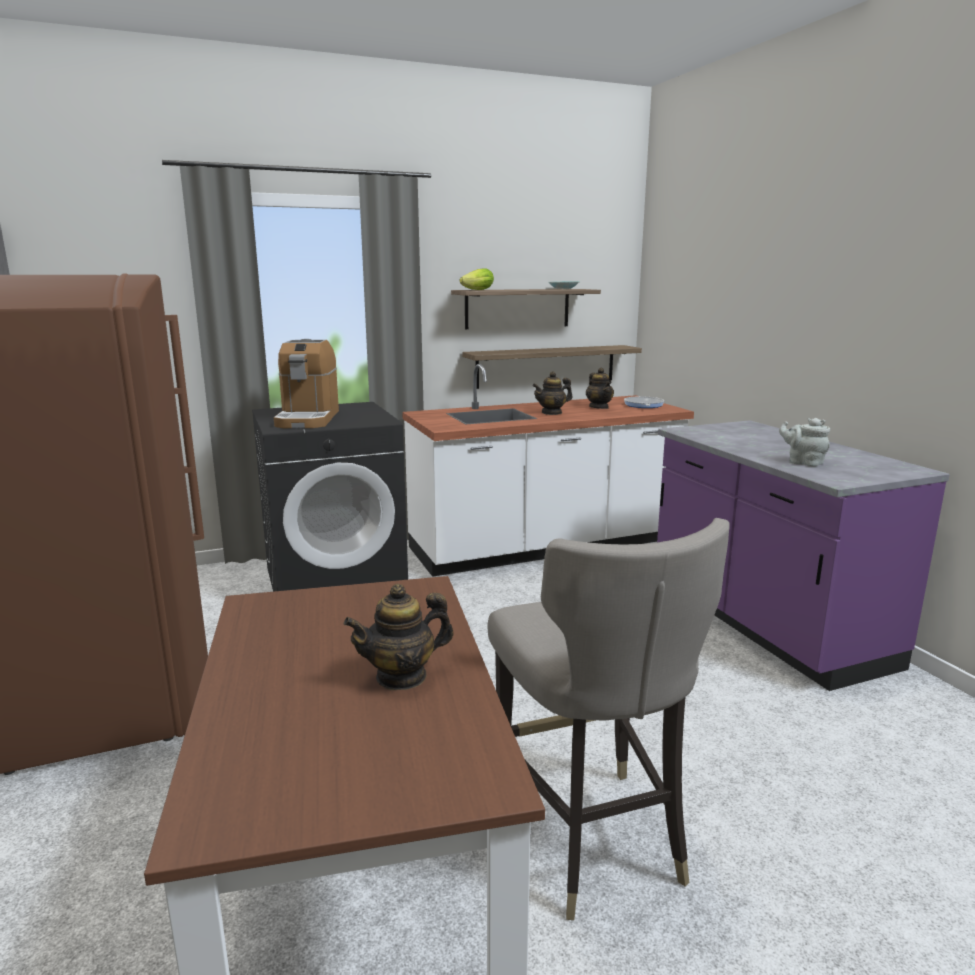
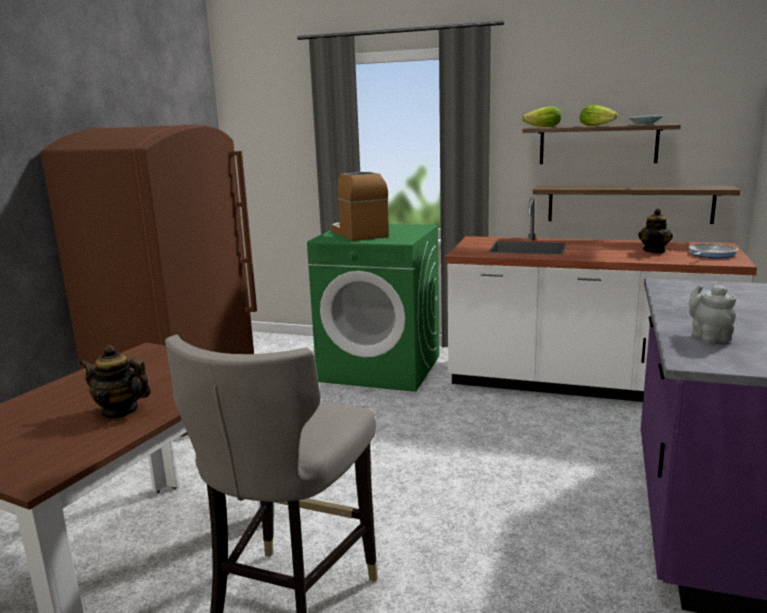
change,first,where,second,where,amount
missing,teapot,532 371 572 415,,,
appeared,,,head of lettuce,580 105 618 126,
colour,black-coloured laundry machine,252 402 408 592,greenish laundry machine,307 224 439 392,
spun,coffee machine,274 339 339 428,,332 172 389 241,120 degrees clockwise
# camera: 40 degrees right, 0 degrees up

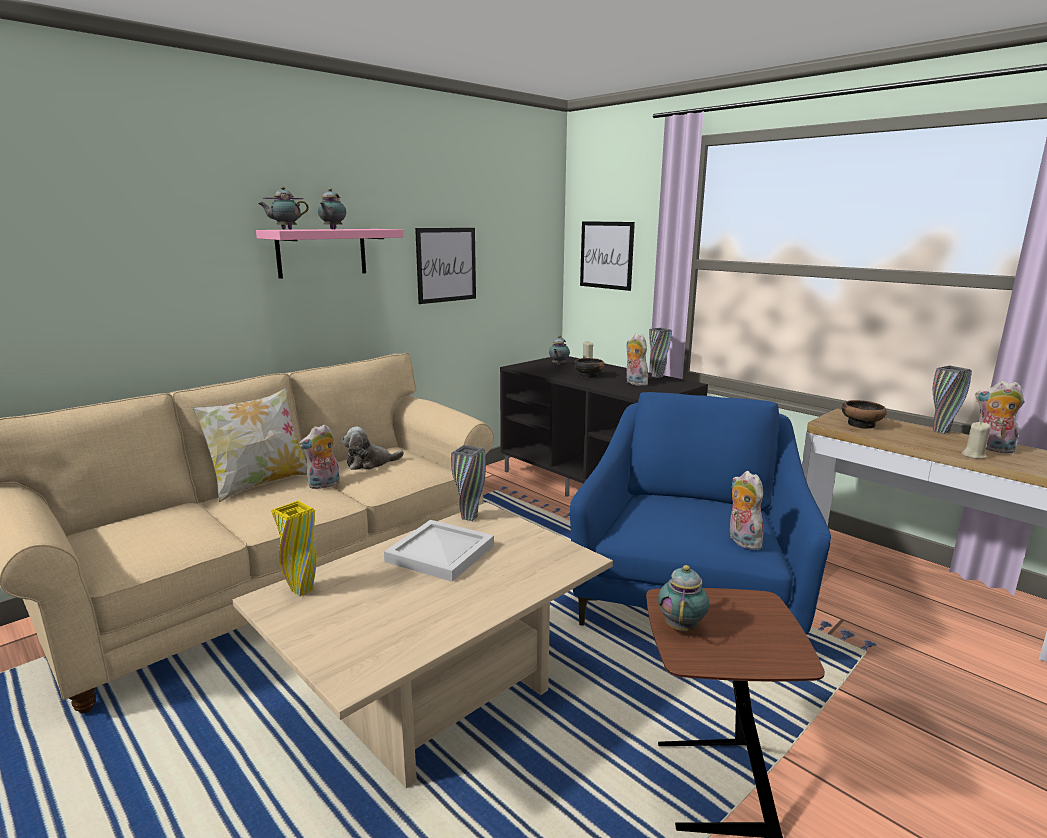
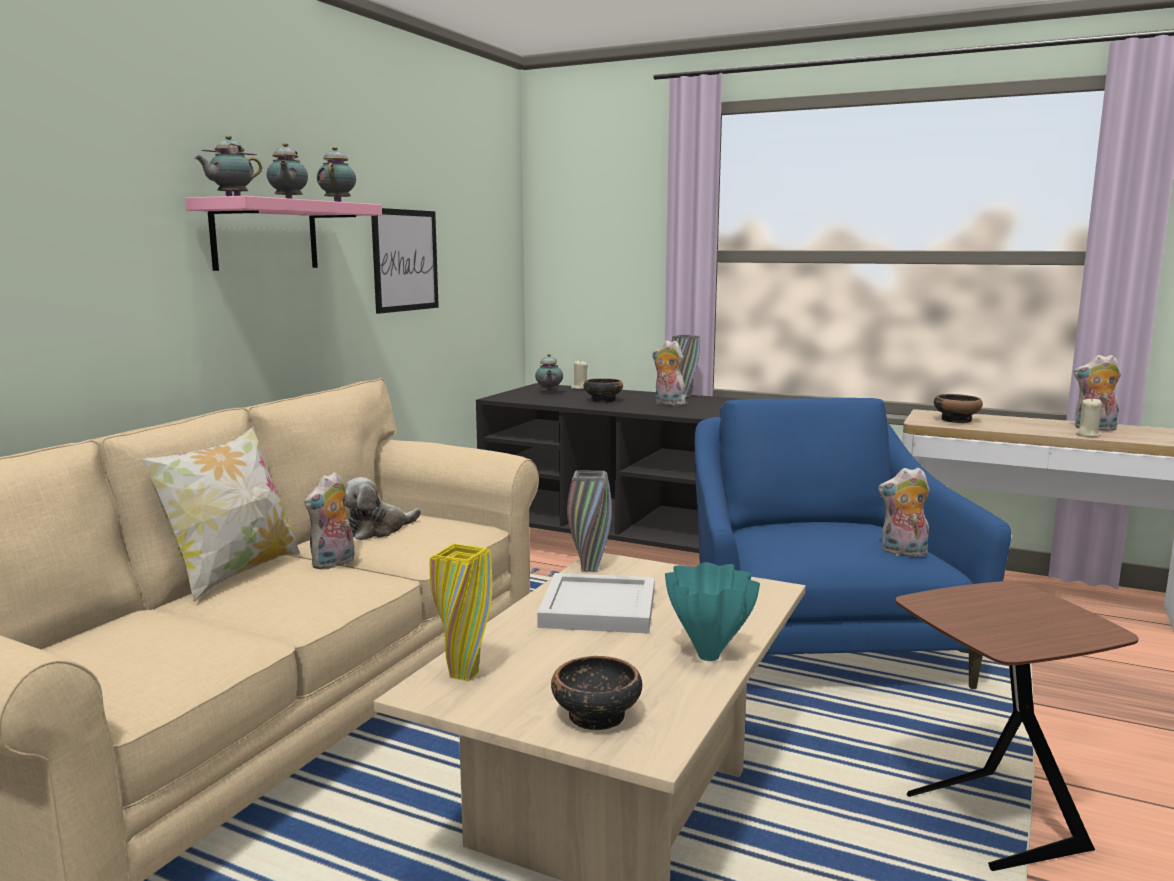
change,first,where,second,where,amount
missing,picture,580 221 635 291,,,
missing,greyish decorative vase,933 365 972 434,,,
appeared,,,deep dish,551 656 642 730,
appeared,,,blue-green decorative vase,665 562 760 661,
relocated,teapot,658 565 709 631,,317 147 356 202,
spun,plush toy,729 471 763 550,,878 467 930 557,45 degrees counterclockwise
# camera: 20 degrees left, 5 degrees down

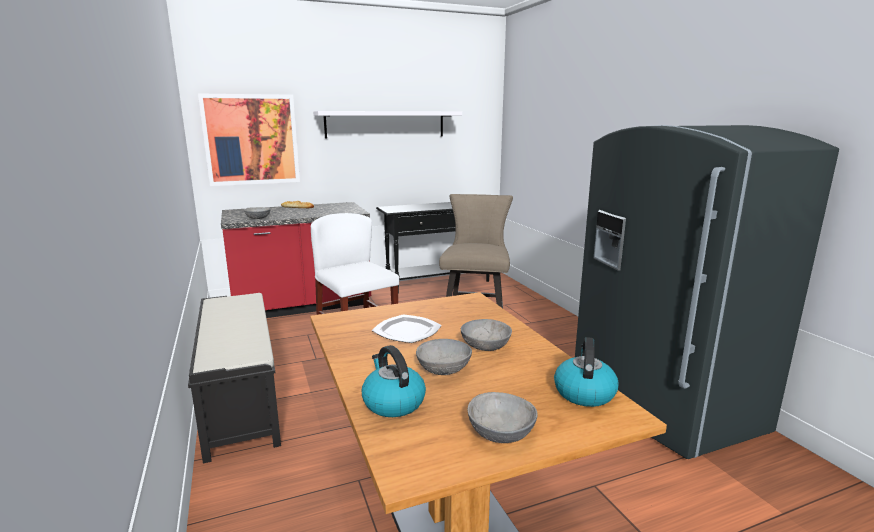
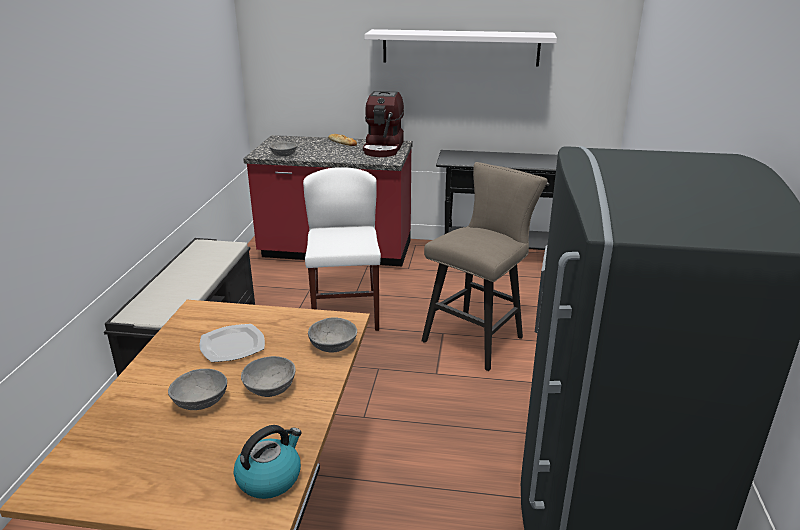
change,first,where,second,where,amount
missing,picture,198 93 300 186,,,
missing,water kettle,362 345 426 417,,,
appeared,,,coffee machine,363 91 404 157,
relocated,greyish deep dish,468 392 538 443,,308 317 357 352,
# camera: 30 degrees right, 10 degrees up

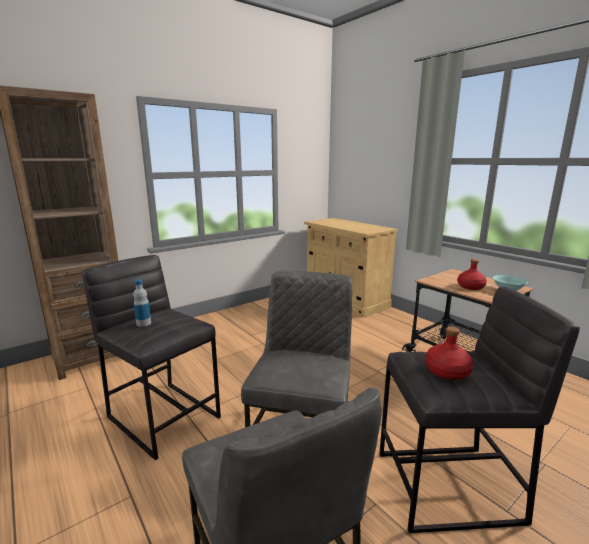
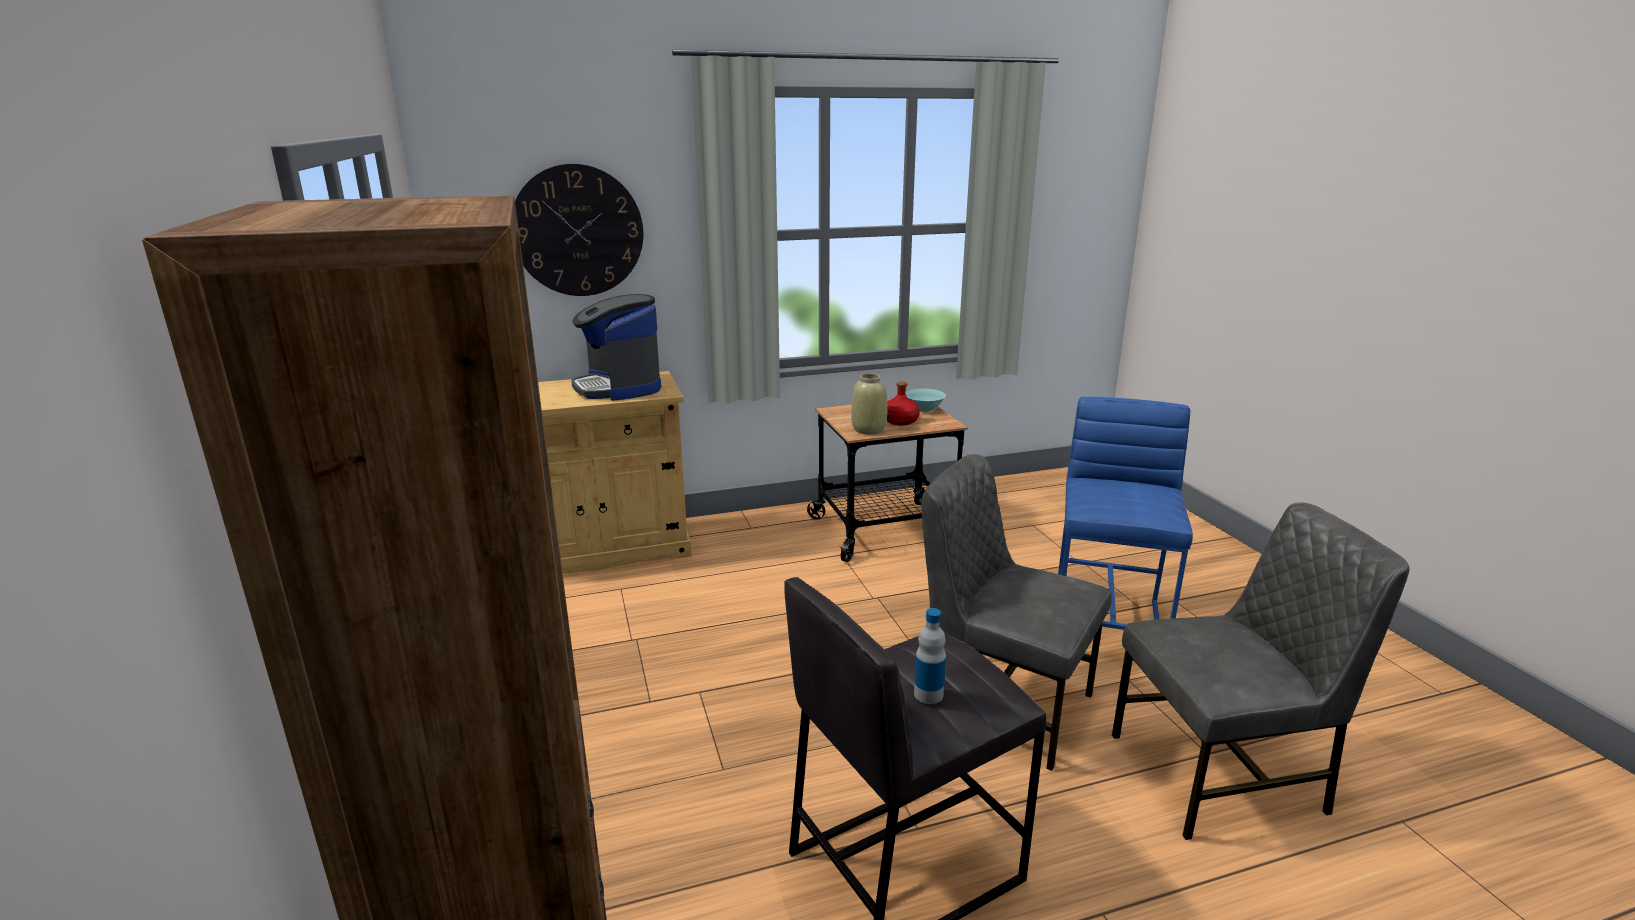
change,first,where,second,where,amount
missing,red bottle,425 326 473 380,,,
appeared,,,hanging clock,515 164 644 296,
appeared,,,coffee machine,571 294 661 401,
appeared,,,sand-coloured decorative vase,851 373 887 435,
colour,greyish sitting stool,379 287 580 533,blue sitting stool,1058 397 1193 630,
# camera: 70 degrees left, 5 degrees up

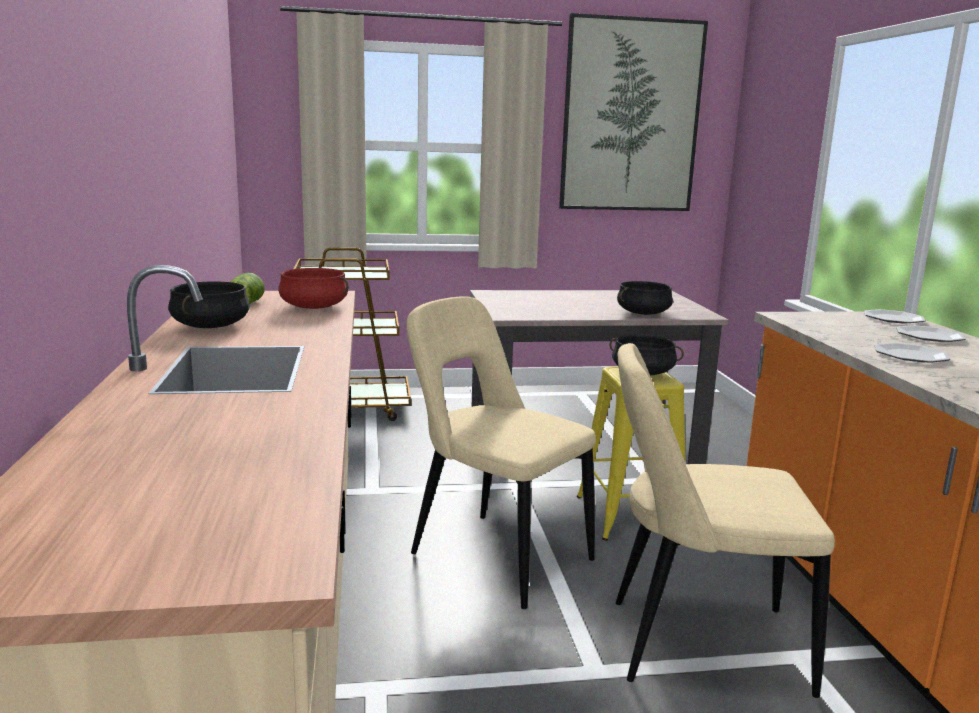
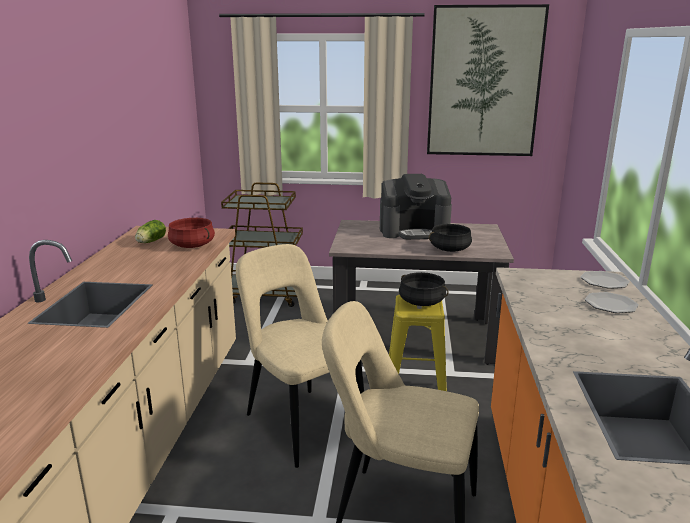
change,first,where,second,where,amount
missing,black-coloured cooking pot,168 282 250 328,,,
missing,flat dish,875 343 950 363,,,
appeared,,,coffee machine,380 174 452 240,
# camera: 15 degrees right, 5 degrees up

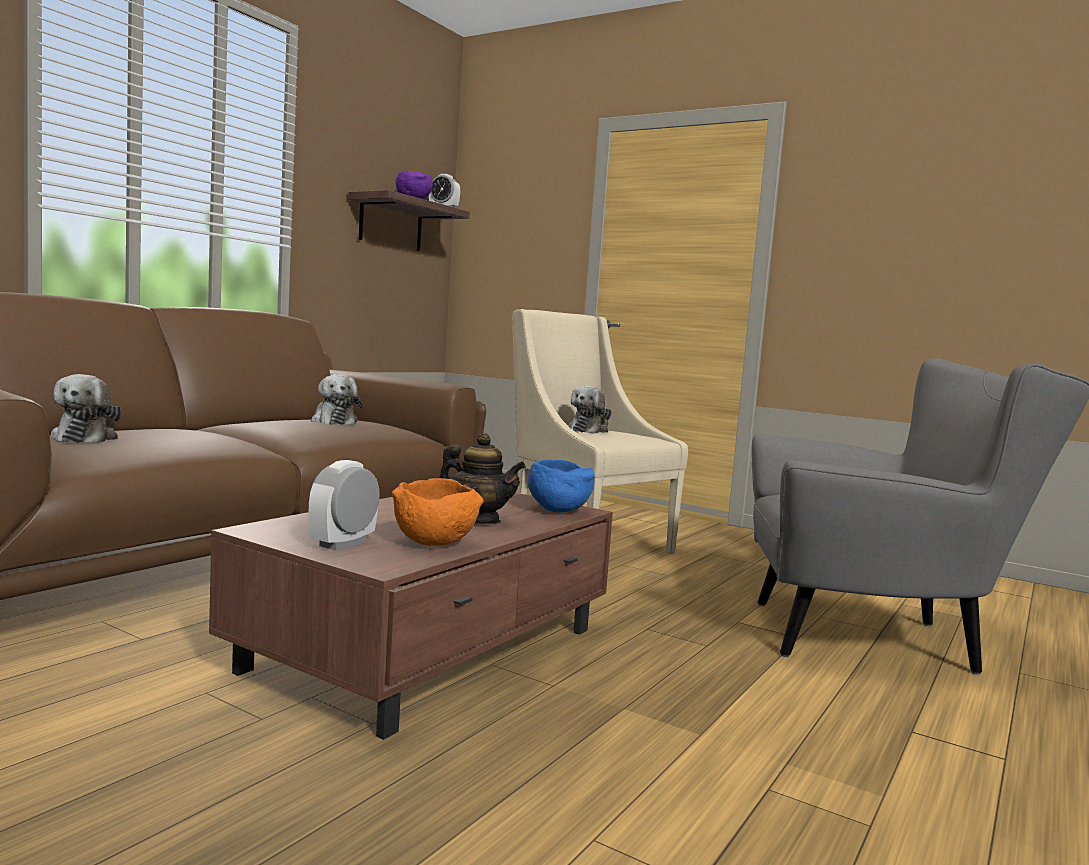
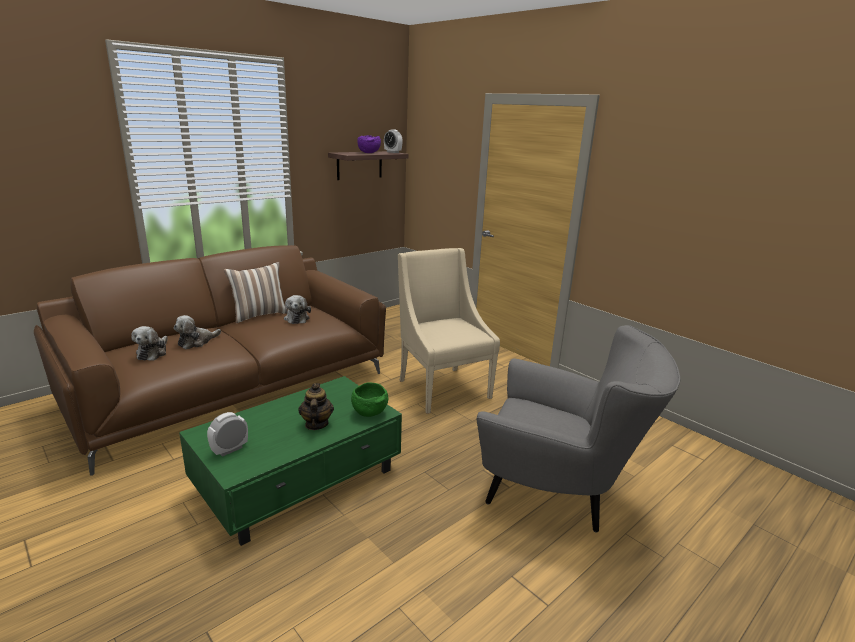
change,first,where,second,where,amount
missing,orange-coloured deep dish,392 478 484 546,,,
appeared,,,throw pillow,224 262 288 323,
relocated,plush toy,569 385 612 434,,174 315 221 349,
colour,brown lounge table,209 493 613 740,greenish lounge table,179 376 402 546,
colour,blue deep dish,528 459 595 513,greenish deep dish,351 382 388 417,
spun,teapot,439 433 526 524,,298 383 334 430,135 degrees counterclockwise
# camera: 15 degrees right, 15 degrees up

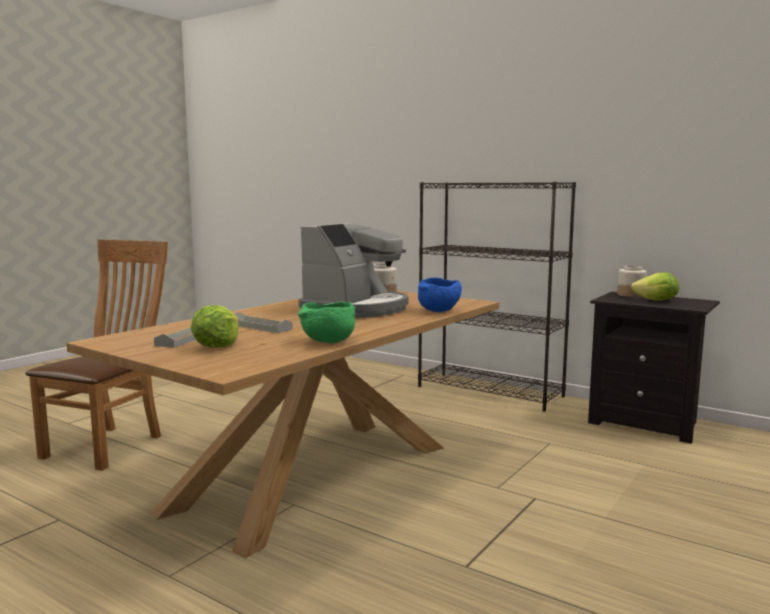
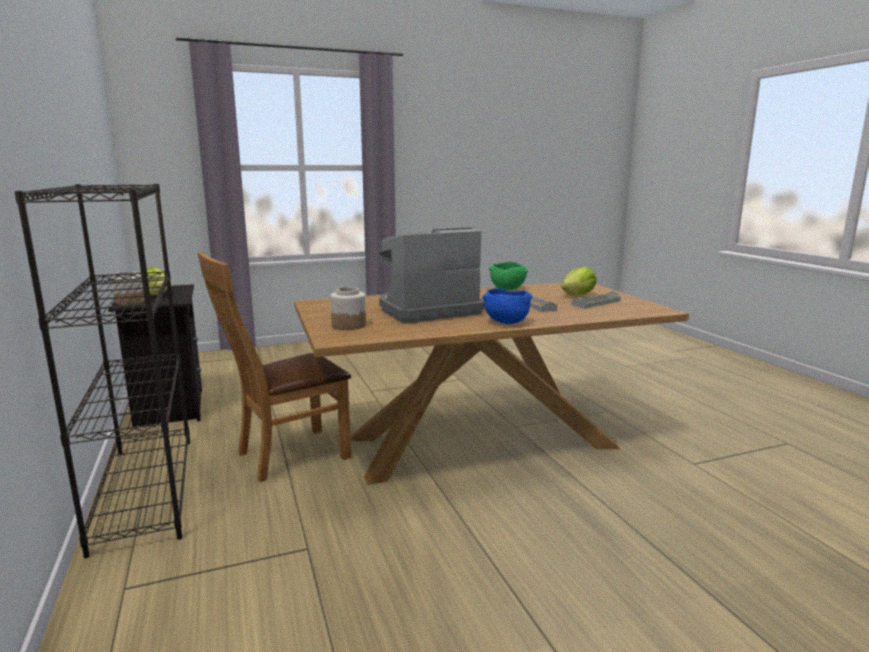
change,first,where,second,where,amount
relocated,brown plain chair,25 239 168 471,,197 252 351 482,
relocated,blue deep dish,418 277 462 312,,482 288 532 324,
# camera: 145 degrees left, 5 degrees up

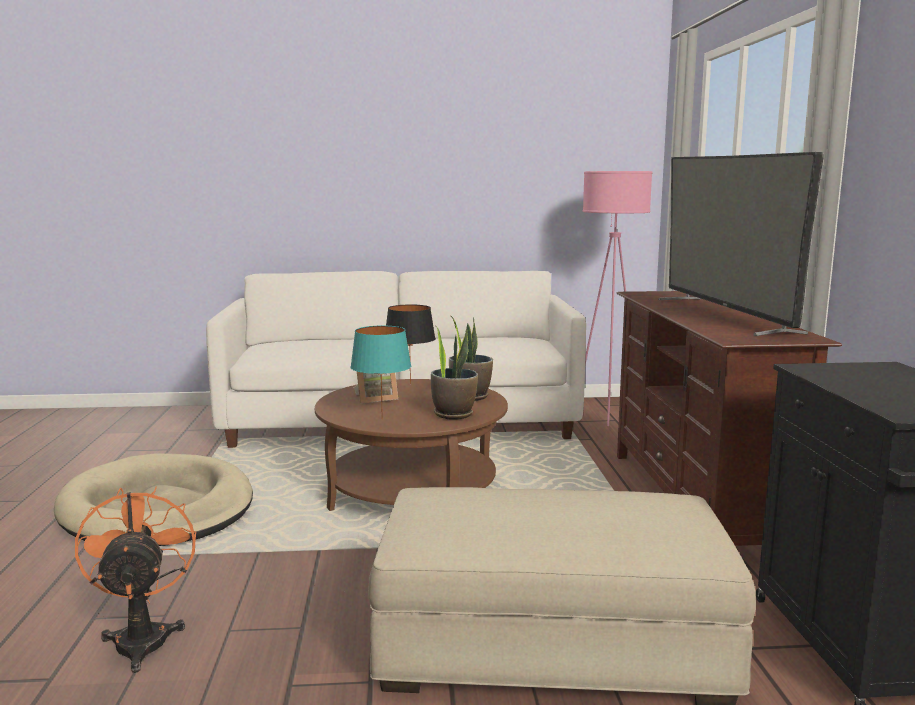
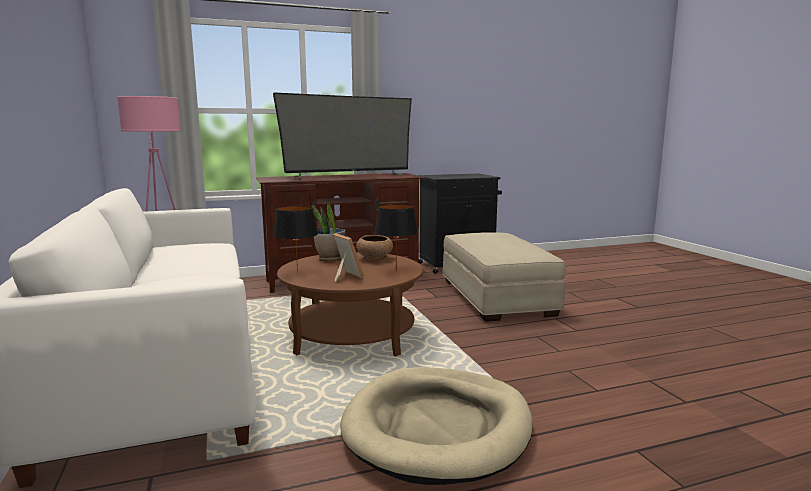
change,first,where,second,where,amount
missing,orange-coloured cooling fan,75 486 196 673,,,
exchanged,potted plant,431 325 478 420,brown deep dish,356 235 393 261,
colour,blue-green table lamp,350 326 411 419,black-coloured table lamp,375 204 418 270,
# camera: 105 degrees left, 0 degrees up

